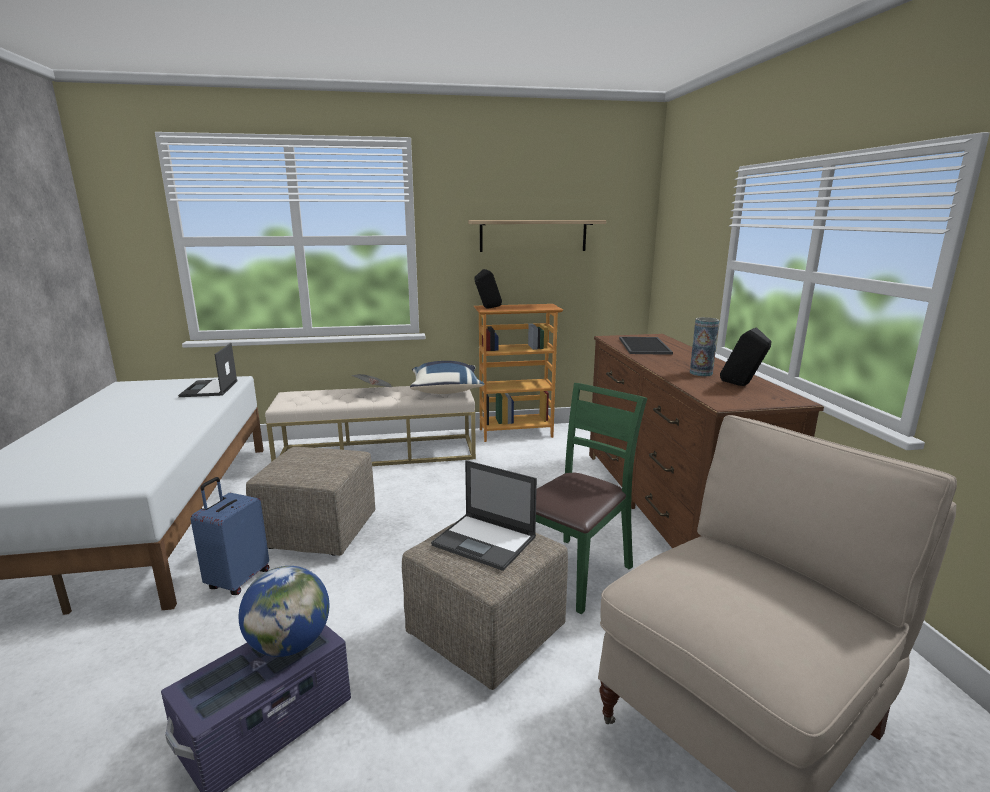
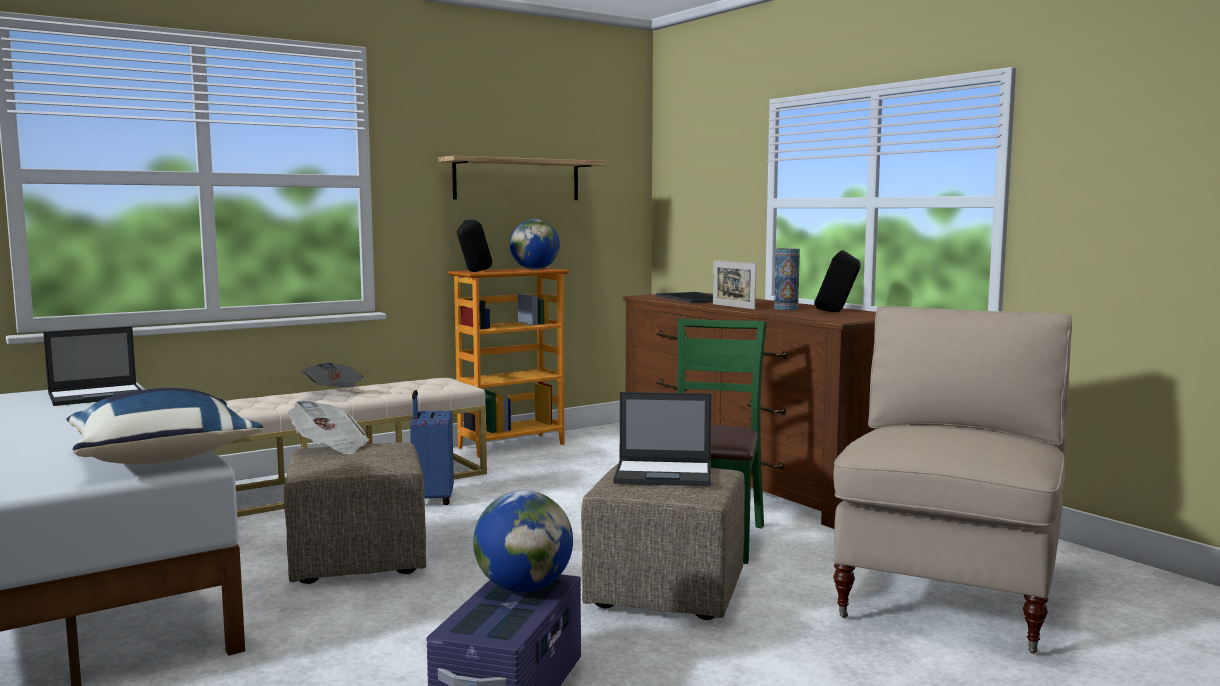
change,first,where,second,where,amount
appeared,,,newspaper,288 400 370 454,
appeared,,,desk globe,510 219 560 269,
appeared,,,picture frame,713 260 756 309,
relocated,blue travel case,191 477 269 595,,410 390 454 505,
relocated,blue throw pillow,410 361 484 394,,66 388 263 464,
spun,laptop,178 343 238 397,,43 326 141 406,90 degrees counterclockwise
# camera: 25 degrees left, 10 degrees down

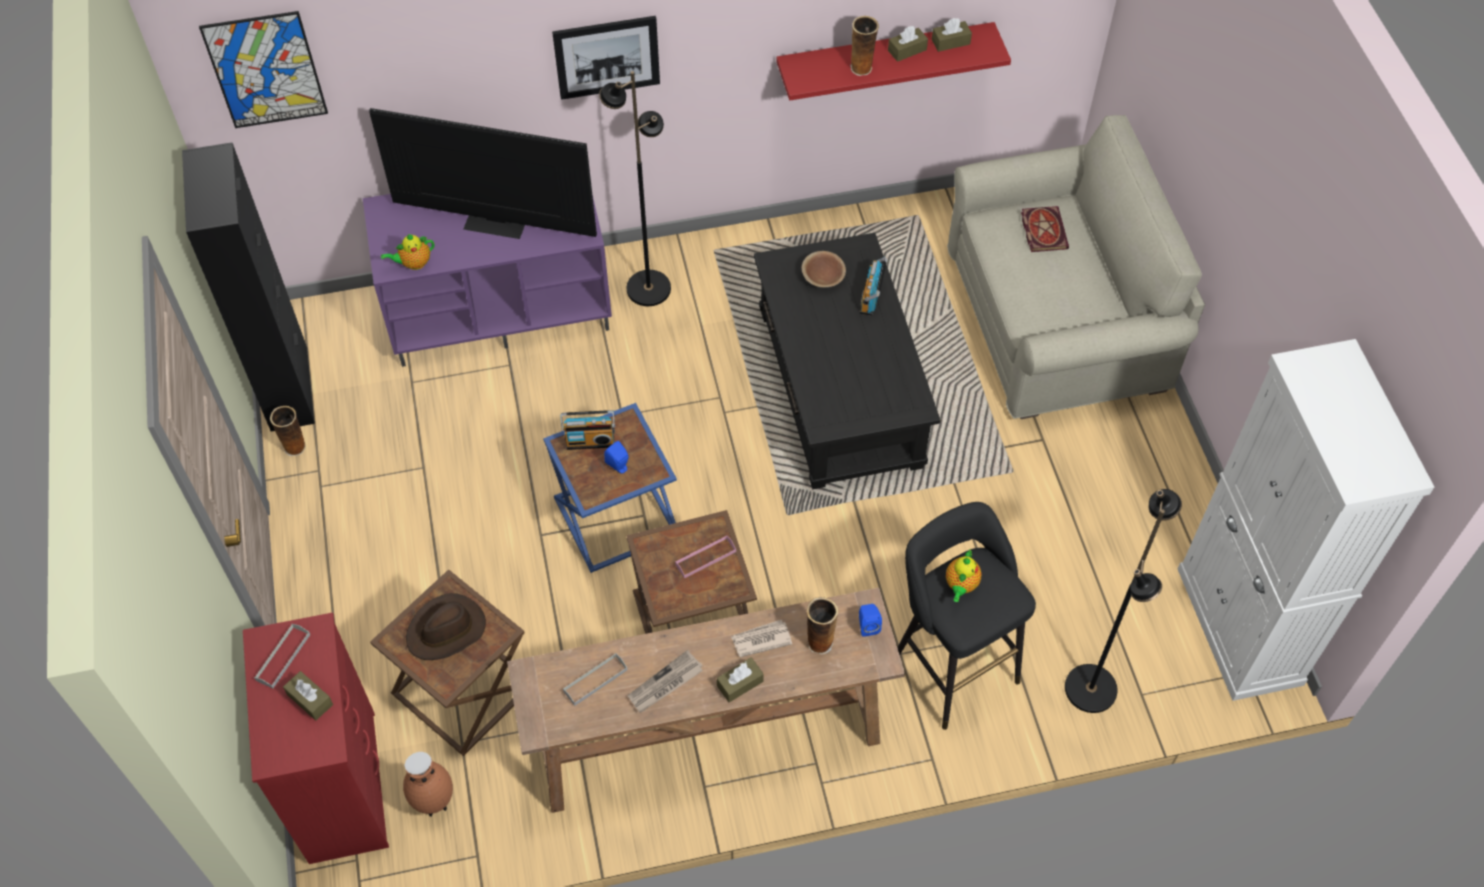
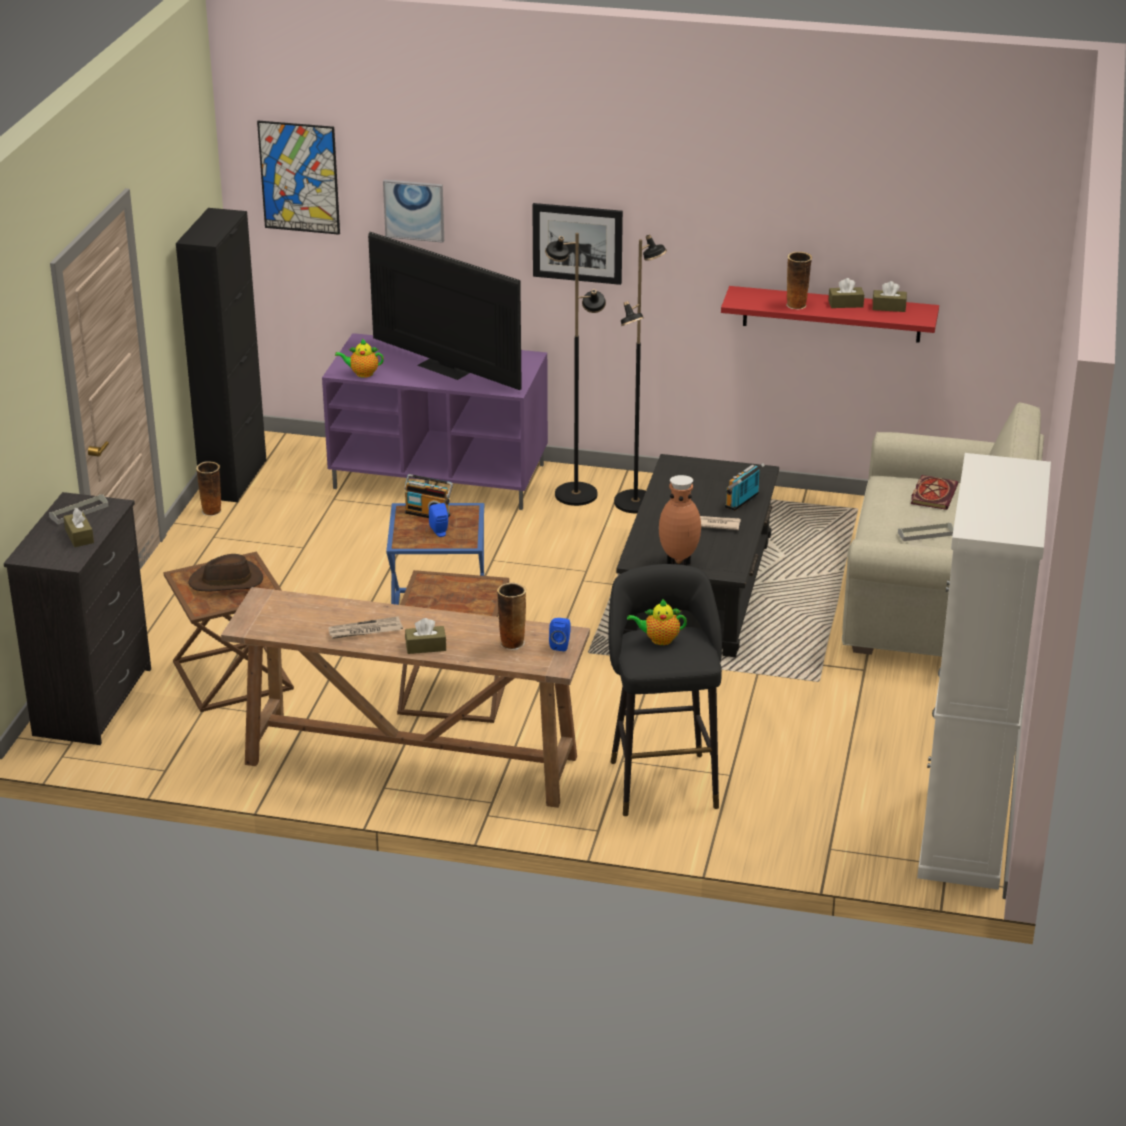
change,first,where,second,where,amount
missing,pink tray,675 535 736 579,,,
missing,brown deep dish,802 251 846 287,,,
appeared,,,picture,383 180 444 243,
relocated,brown decorative vase,403 752 453 817,,659 475 701 565,
relocated,greyish tray,563 653 627 706,,898 522 954 541,
relocated,newspaper,731 620 792 657,,700 516 741 530,
relocated,black-coloured standard lamp,1065 489 1182 713,,614 235 667 513,
colour,red drawer chest,243 612 389 864,black-coloured drawer chest,4 492 151 745,
spun,teapot,946 550 982 602,,627 599 687 645,45 degrees clockwise
# camera: 25 degrees right, 25 degrees down

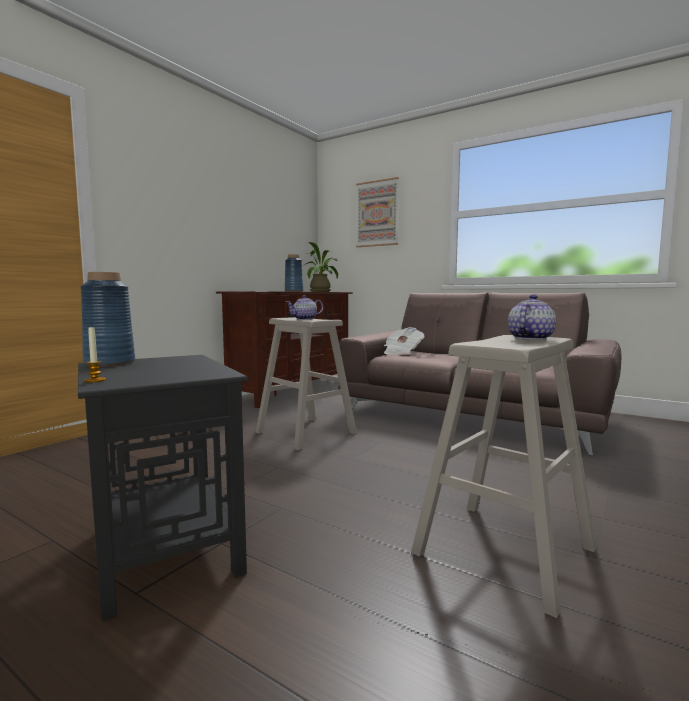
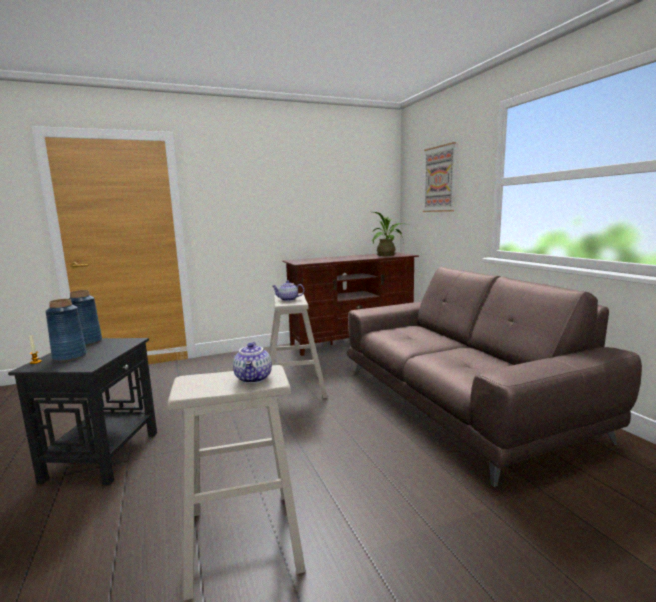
change,first,where,second,where,amount
missing,newspaper,384 327 424 355,,,
relocated,blue decorative vase,285 254 303 292,,45 299 87 362,
spun,teapot,508 295 556 340,,233 342 272 384,105 degrees clockwise
# camera: 35 degrees right, 5 degrees up

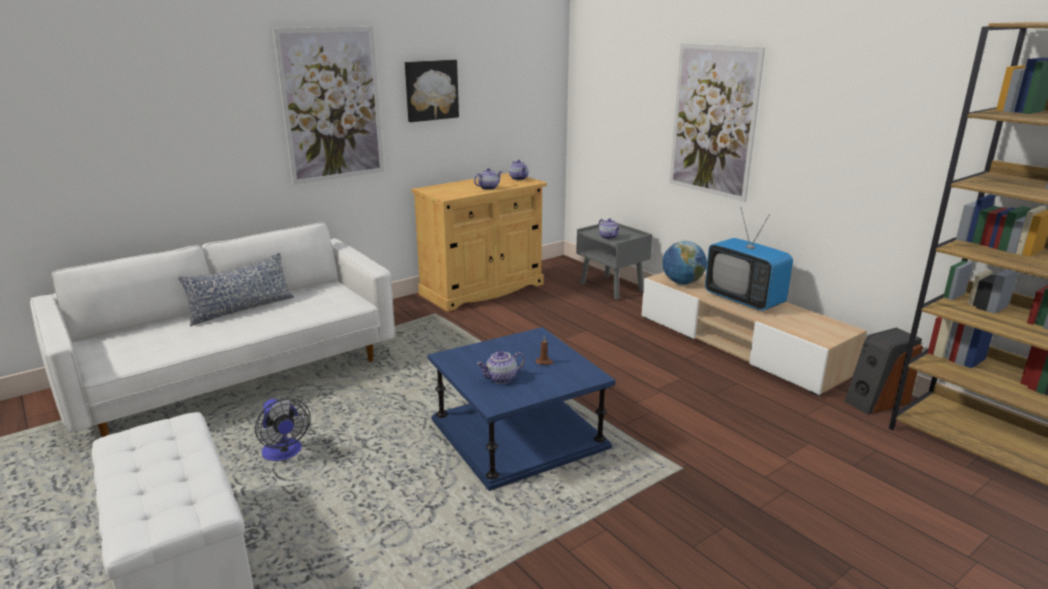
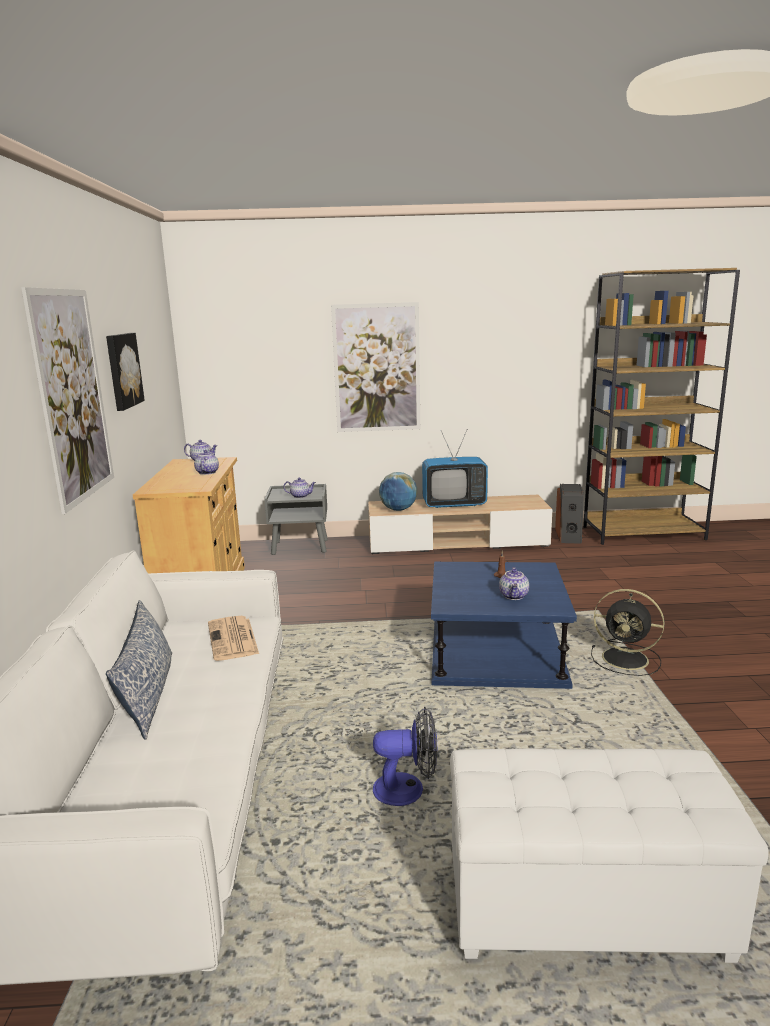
change,first,where,second,where,amount
appeared,,,newspaper,208 616 259 661,
appeared,,,black-coloured cooling fan,591 589 665 676,
# camera: 55 degrees left, 5 degrees down

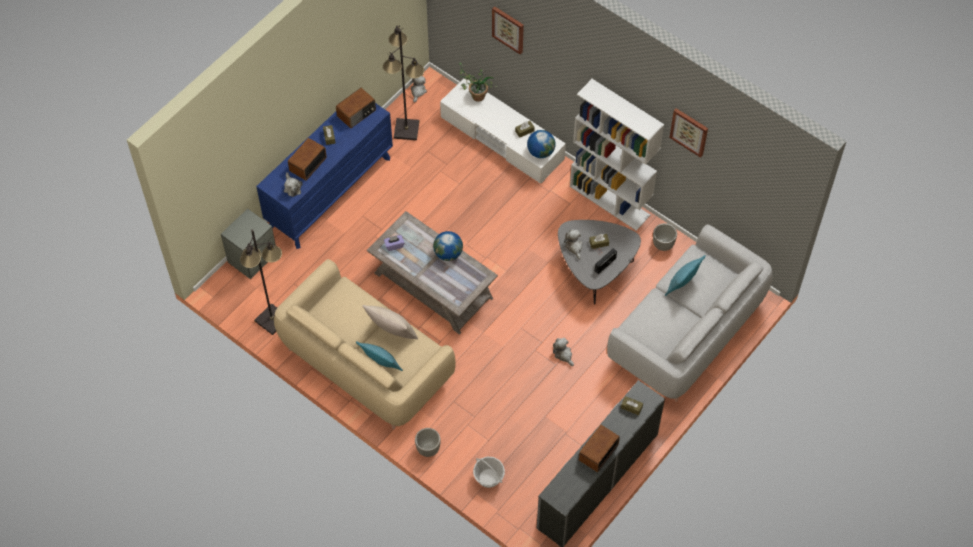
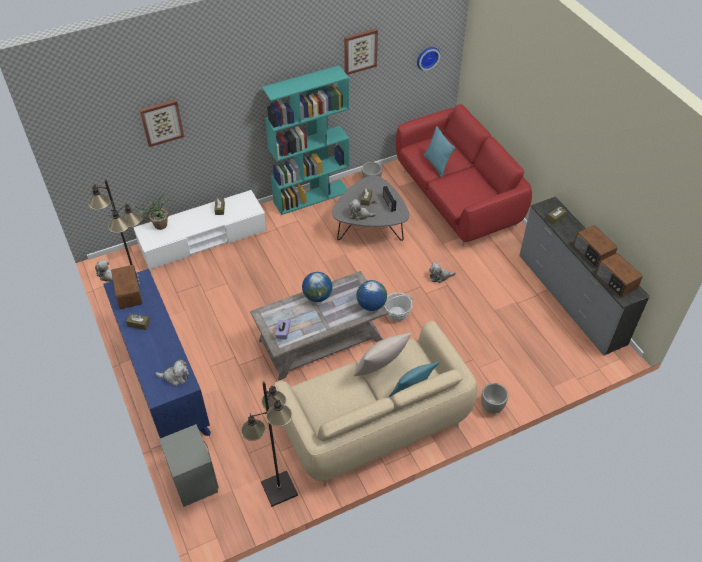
change,first,where,second,where,amount
appeared,,,hanging clock,417 47 440 71,
relocated,radio set,288 138 327 181,,596 253 642 297,
relocated,household basket,473 457 505 488,,384 293 414 321,
relocated,desk globe,527 130 556 158,,356 280 387 311,
colour,whitish bookshelf,570 79 664 231,blue-green bookshelf,262 65 349 215,
colour,greyish couch,607 225 773 402,red couch,396 104 532 246,
# camera: 65 degrees left, 10 degrees down

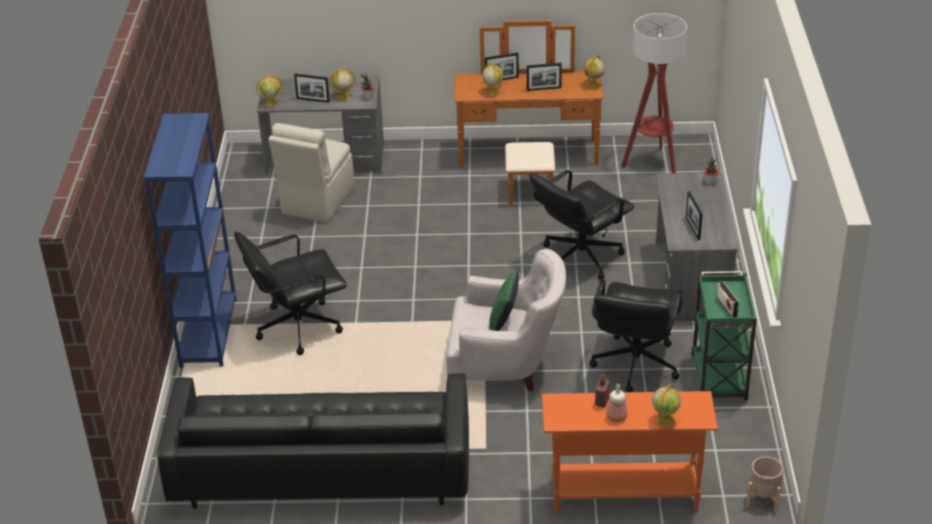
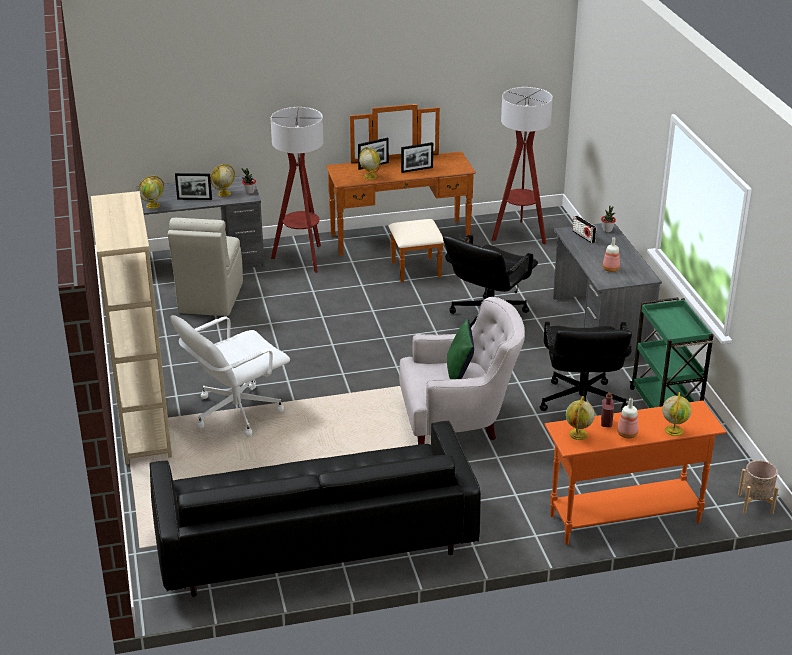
change,first,where,second,where,amount
appeared,,,standard lamp,271 107 324 273,
relocated,desk globe,584 55 605 88,,566 396 595 440,
relocated,radio set,716 281 739 317,,572 216 597 243,
exchanged,picture frame,686 191 703 240,bottle,603 238 620 272,
colour,blue bookshelf,144 113 237 368,sand-coloured bookshelf,91 191 172 465,
colour,black-coloured computer chair,234 232 347 355,whitish computer chair,170 315 290 437,
# camera: 15 degrees left, 5 degrees down

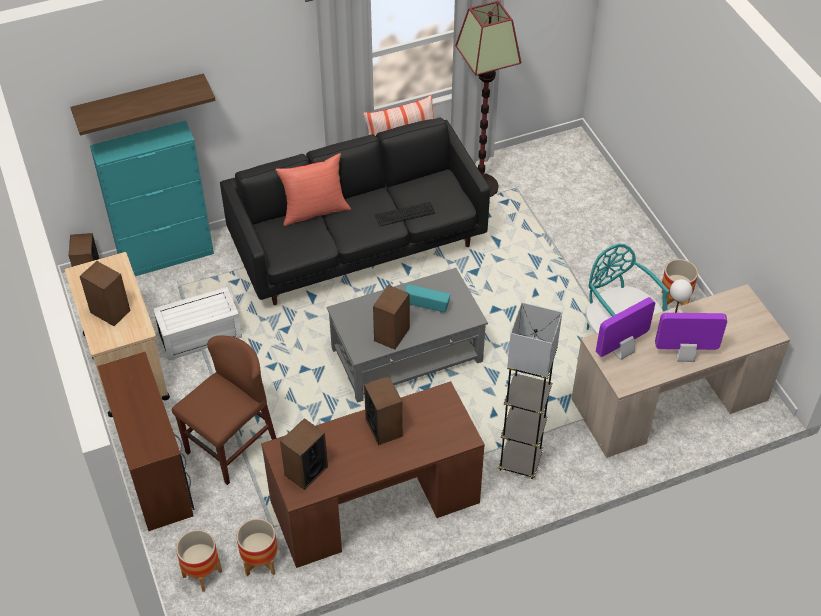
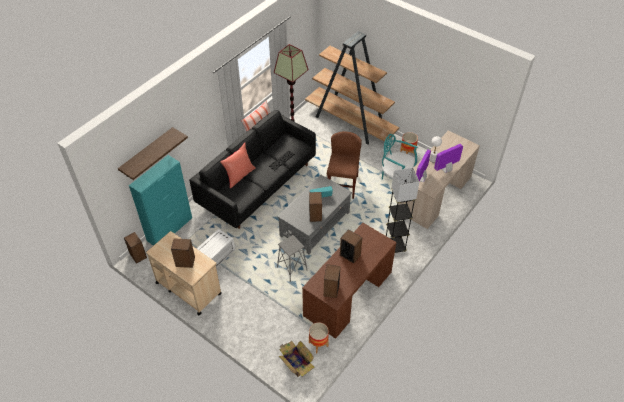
change,first,where,second,where,amount
missing,brown desk,97 352 194 531,,,
appeared,,,greyish sitting stool,277 235 308 282,
appeared,,,brown bookshelf,305 31 399 145,
relocated,brown plain chair,172 336 276 485,,327 131 362 199,
exchanged,planter,176 530 222 592,cardboard box,279 340 314 377,
# camera: 30 degrees left, 0 degrees up

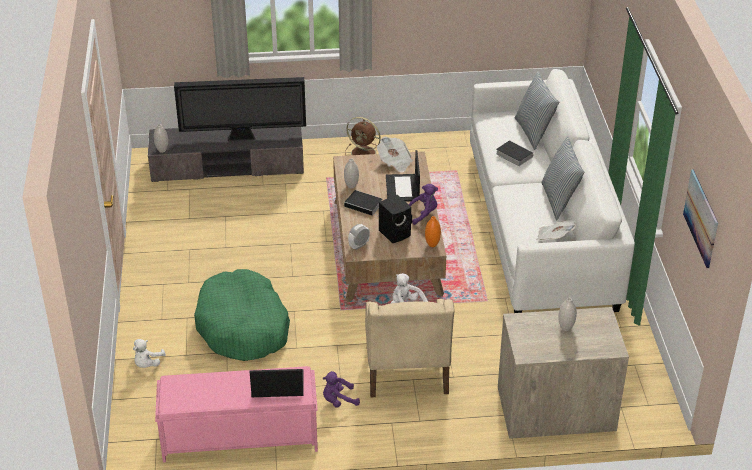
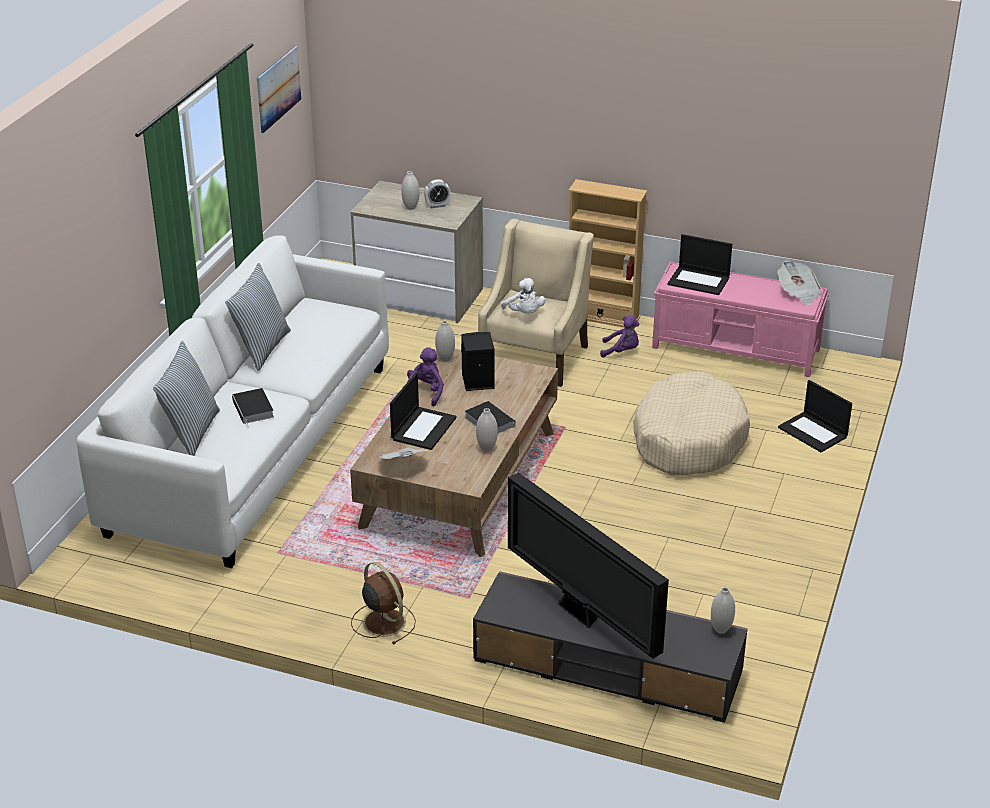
change,first,where,second,where,amount
appeared,,,sand-coloured bookshelf,568 179 648 327,
relocated,bedside clock,348 224 370 250,,424 179 451 208,
relocated,newspaper,536 220 576 240,,777 260 822 305,
exchanged,whitish plush toy,133 339 166 368,laptop,778 380 852 452,
colour,greenish pet bed,194 269 290 361,sand-coloured pet bed,633 371 750 475,
colour,orange-coloured decorative vase,425 216 441 247,whitish decorative vase,435 321 455 362,
spun,TV,174 77 306 141,,508 472 669 659,150 degrees counterclockwise
spun,purple-coloured plush toy,408 184 438 225,,407 347 444 406,105 degrees clockwise
# camera: 155 degrees left, 5 degrees down

